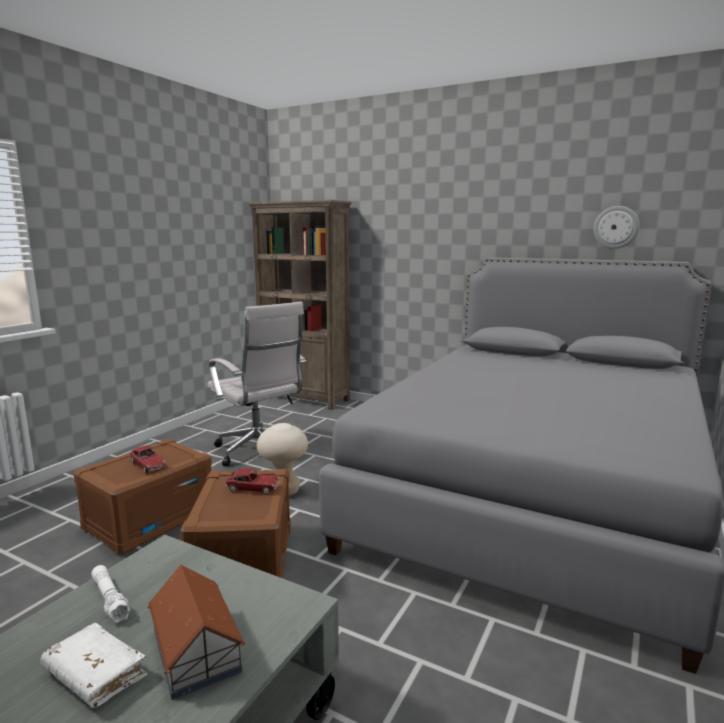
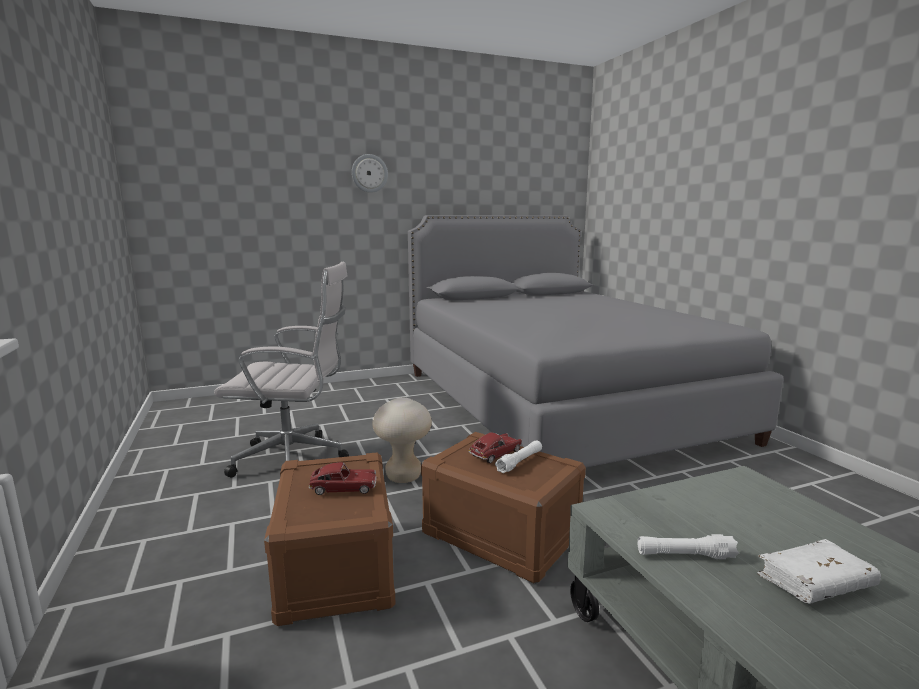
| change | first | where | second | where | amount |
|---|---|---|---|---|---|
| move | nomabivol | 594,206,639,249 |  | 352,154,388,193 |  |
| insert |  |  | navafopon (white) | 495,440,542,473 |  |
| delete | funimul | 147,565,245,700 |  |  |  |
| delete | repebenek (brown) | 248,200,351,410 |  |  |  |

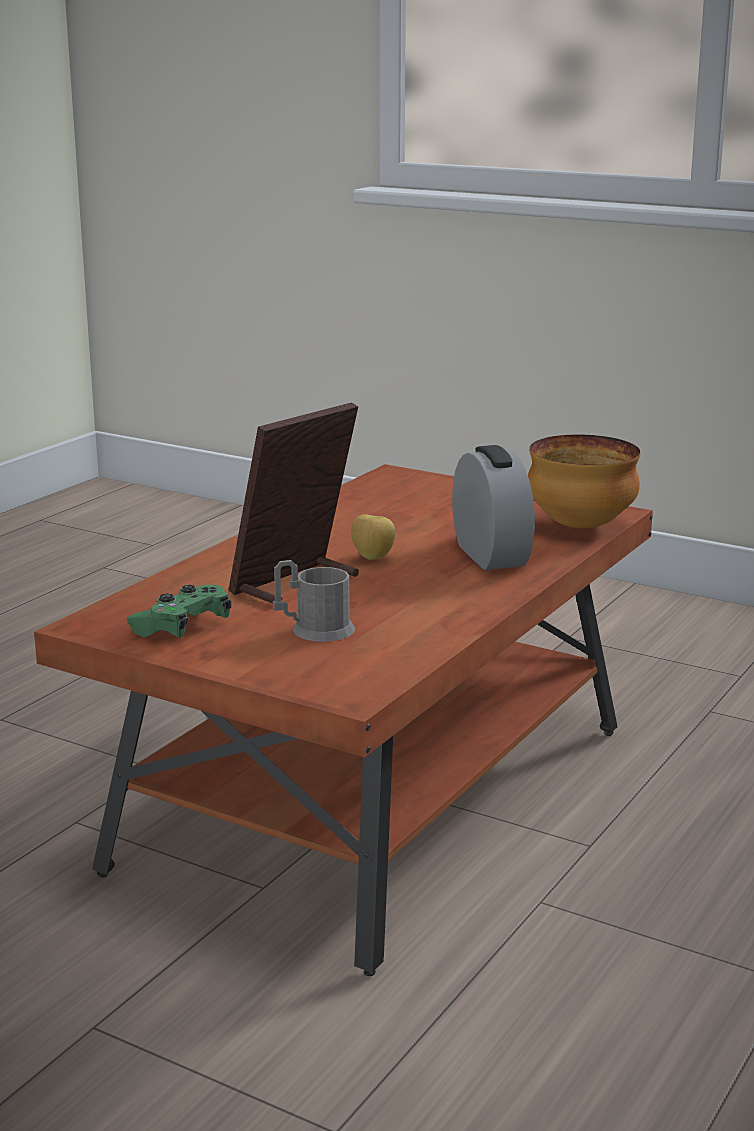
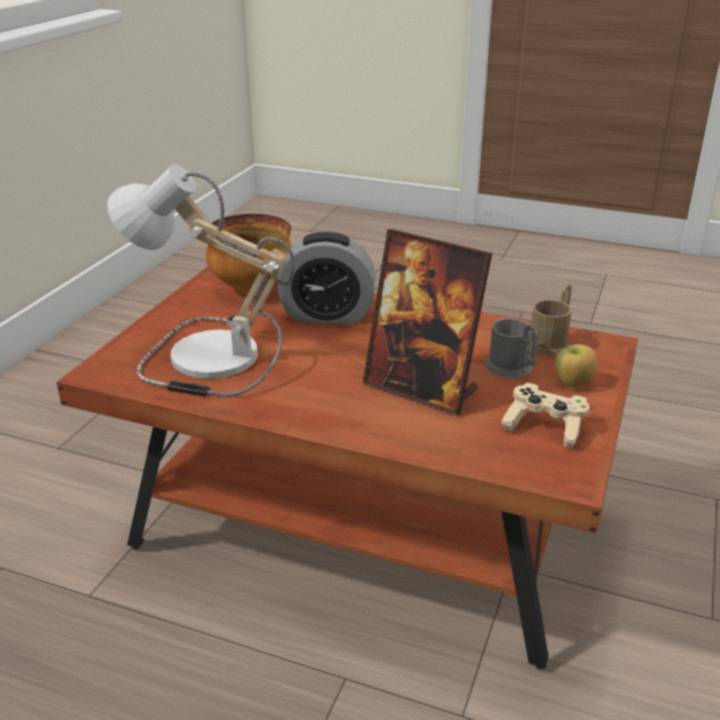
| change | first | where | second | where | amount |
|---|---|---|---|---|---|
| insert |  |  | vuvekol | 107,164,295,397 |  |
| rotate | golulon | 452,445,535,570 |  | 278,232,375,324 | 150 degrees counterclockwise |
| recolor | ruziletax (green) | 127,585,231,638 | ruziletax (beige) | 501,383,590,449 |  |
| insert |  |  | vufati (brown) | 530,284,572,357 |  |
| move | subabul | 351,515,395,560 |  | 555,344,598,388 |  |

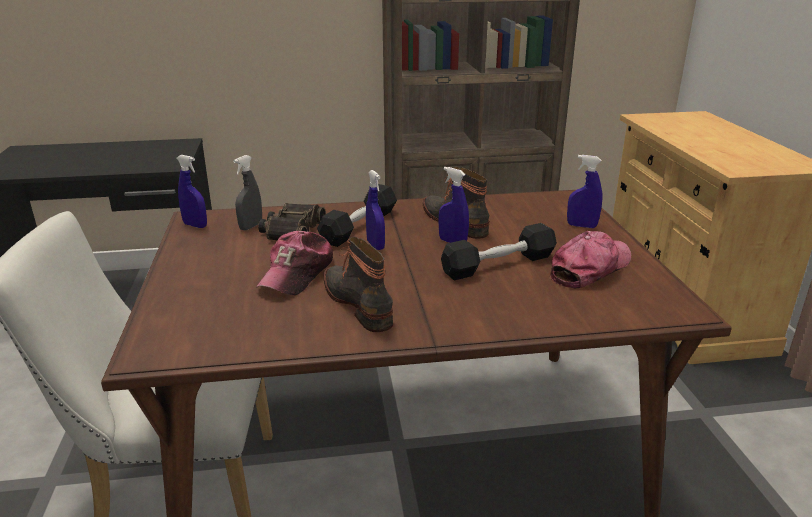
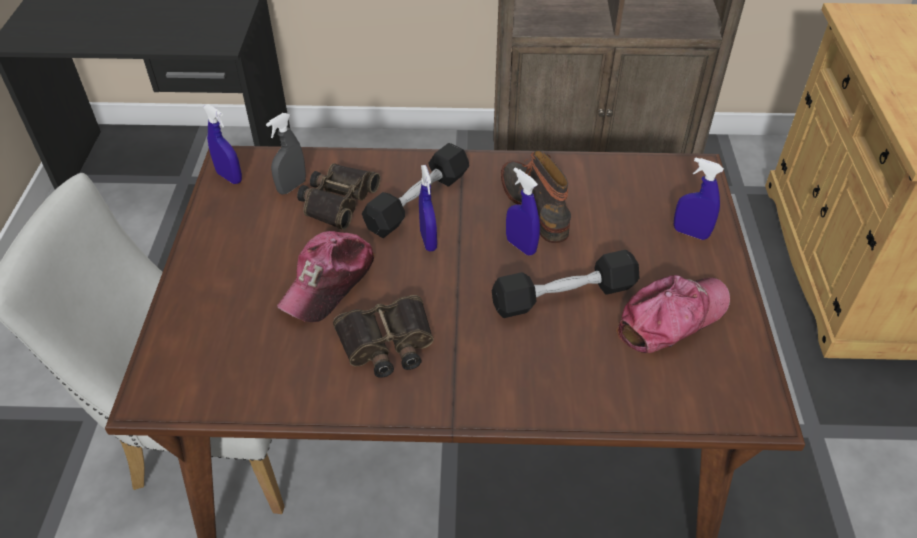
| change | first | where | second | where | amount |
|---|---|---|---|---|---|
| replace | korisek | 323,237,393,332 | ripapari | 333,295,434,378 |  |

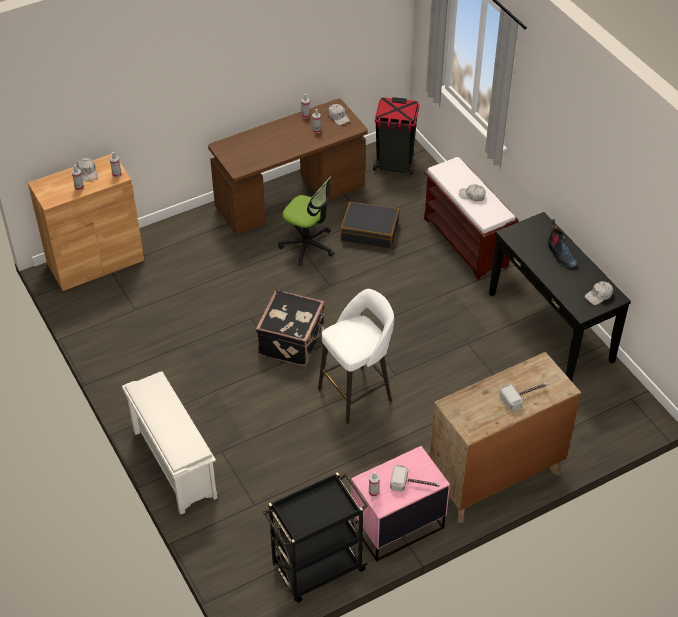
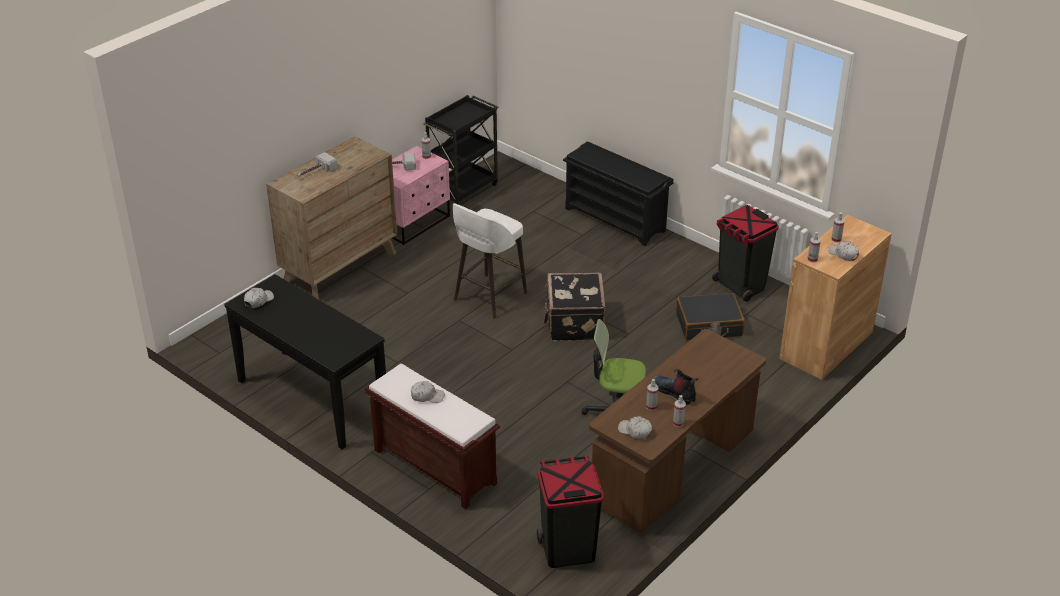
| change | first | where | second | where | amount |
|---|---|---|---|---|---|
| recolor | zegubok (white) | 122,372,218,515 | zegubok (black) | 563,141,673,246 |  |
| move | korisek | 548,219,578,268 |  | 653,369,699,405 |  |
| move | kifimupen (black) | 340,202,400,248 |  | 676,293,745,340 |  |
| insert |  |  | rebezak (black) | 712,205,779,302 |  |

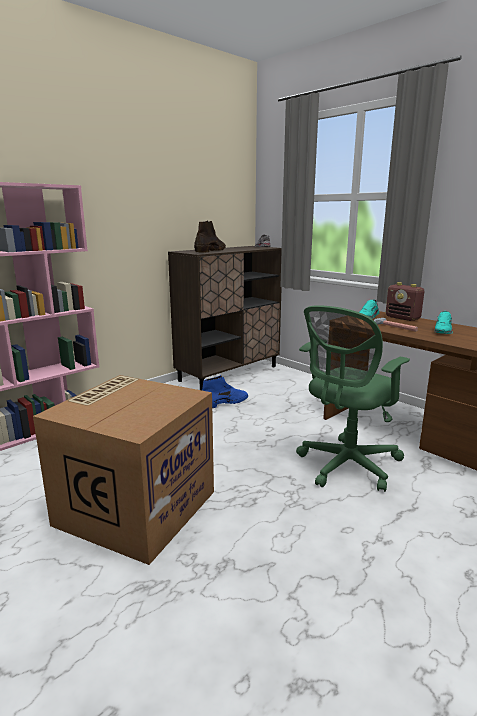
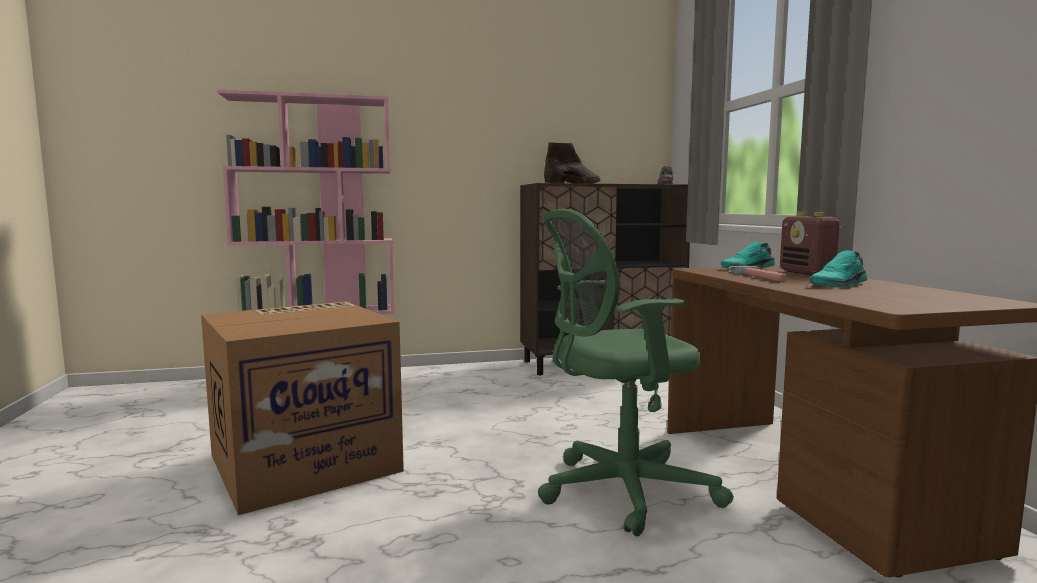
| change | first | where | second | where | amount |
|---|---|---|---|---|---|
| delete | korisek (blue) | 202,375,248,408 |  |  |  |

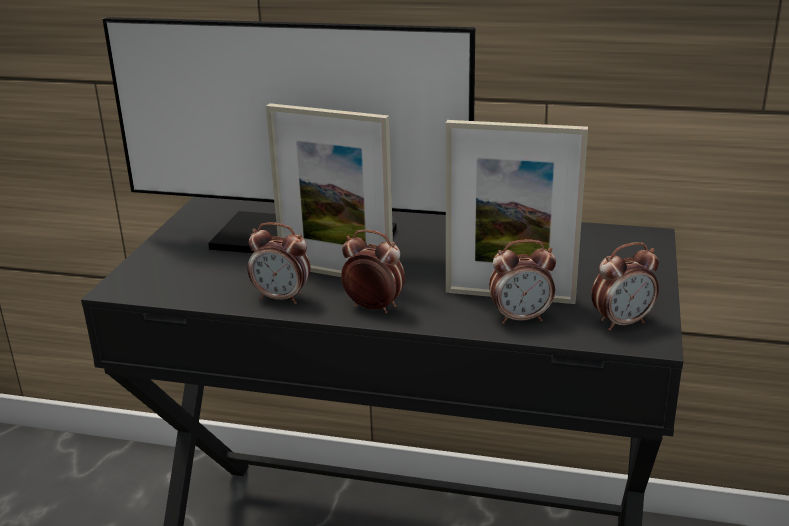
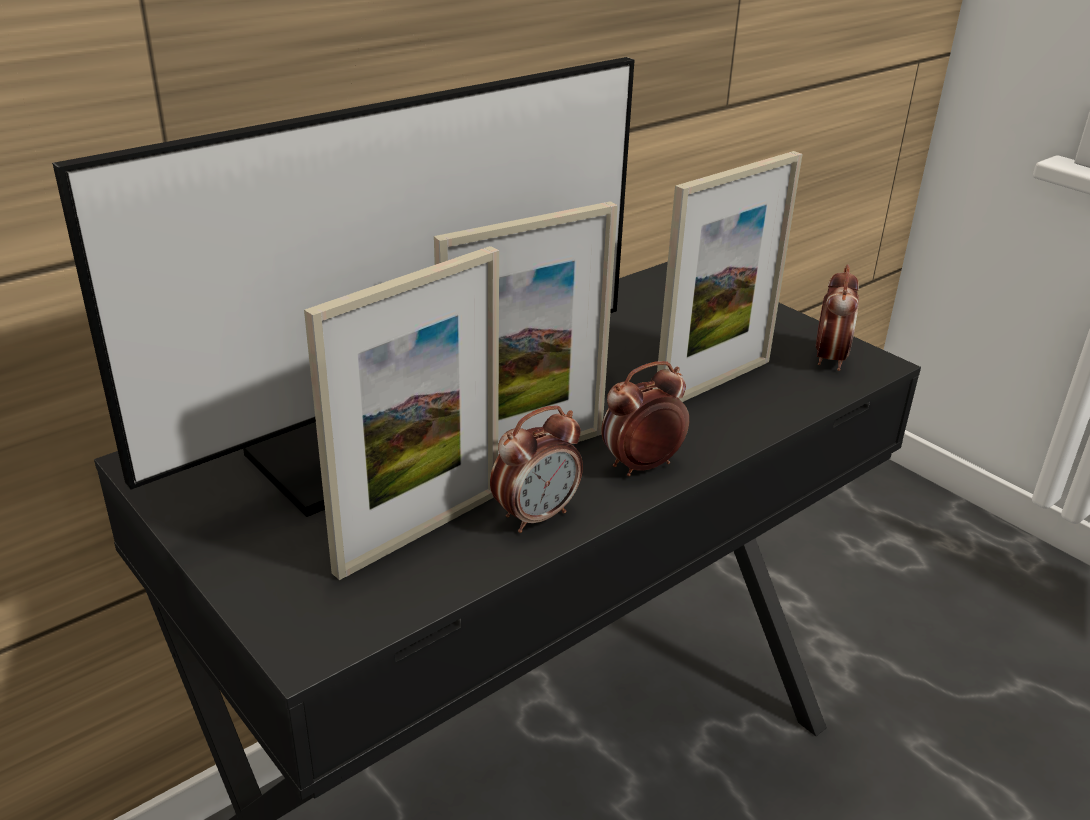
| change | first | where | second | where | amount |
|---|---|---|---|---|---|
| insert |  |  | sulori | 304,246,499,580 |  |
| delete | golulon | 489,239,556,324 |  |  |  |

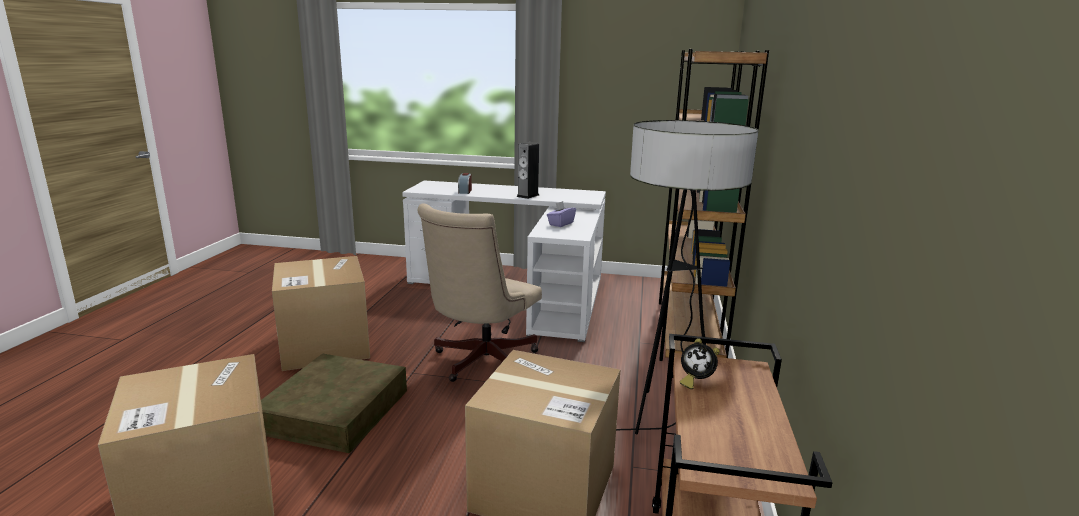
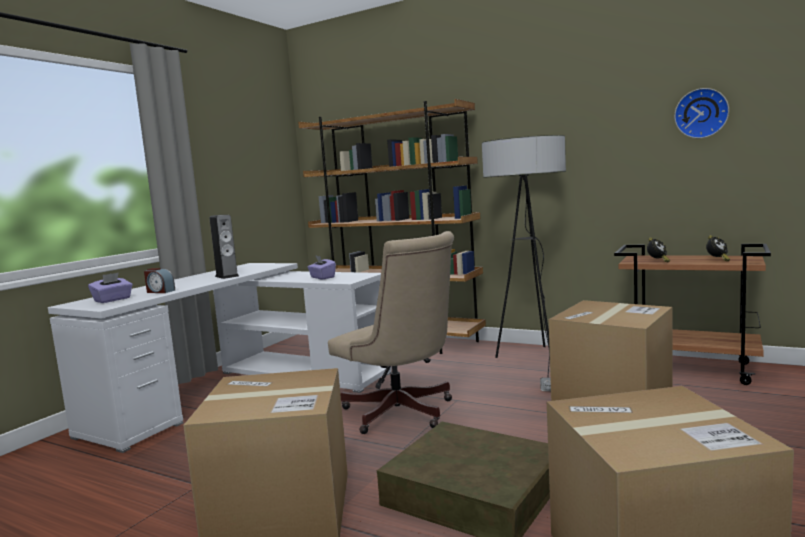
| change | first | where | second | where | amount |
|---|---|---|---|---|---|
| insert |  |  | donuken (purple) | 88,272,133,303 |  |
| insert |  |  | nomabivol | 674,88,729,138 |  |
| insert |  |  | golulon | 706,235,730,261 |  |

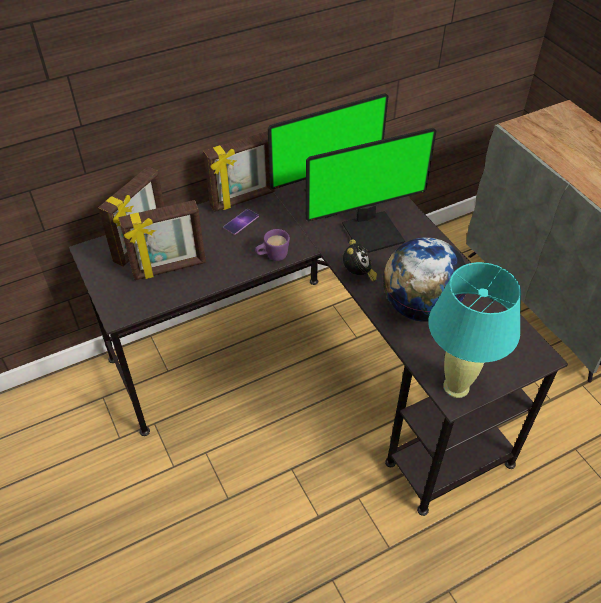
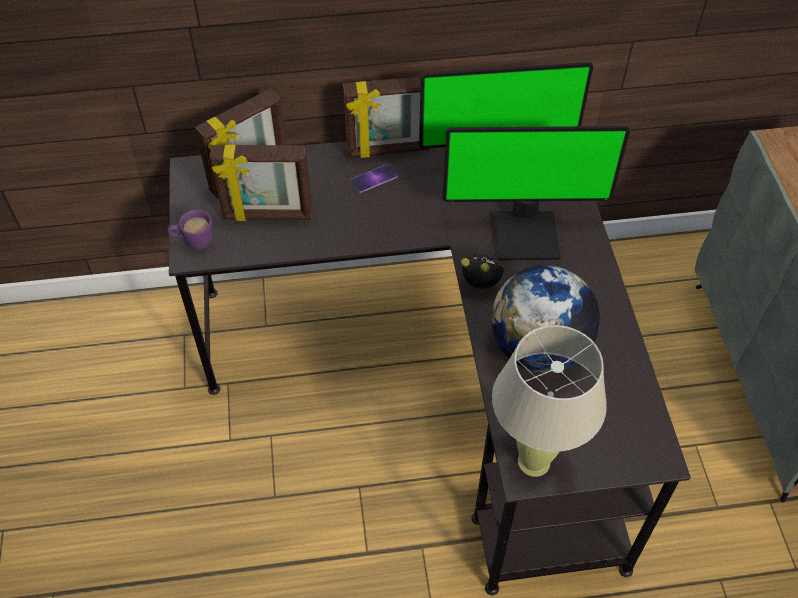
| change | first | where | second | where | amount |
|---|---|---|---|---|---|
| move | vufati (purple) | 255,229,290,261 |  | 168,210,212,250 |  |
| rotate | golulon | 343,239,377,282 |  | 461,254,504,289 | 90 degrees counterclockwise |
| recolor | vuvekol (turquoise) | 428,262,521,398 | vuvekol (beige) | 492,325,607,477 |  |

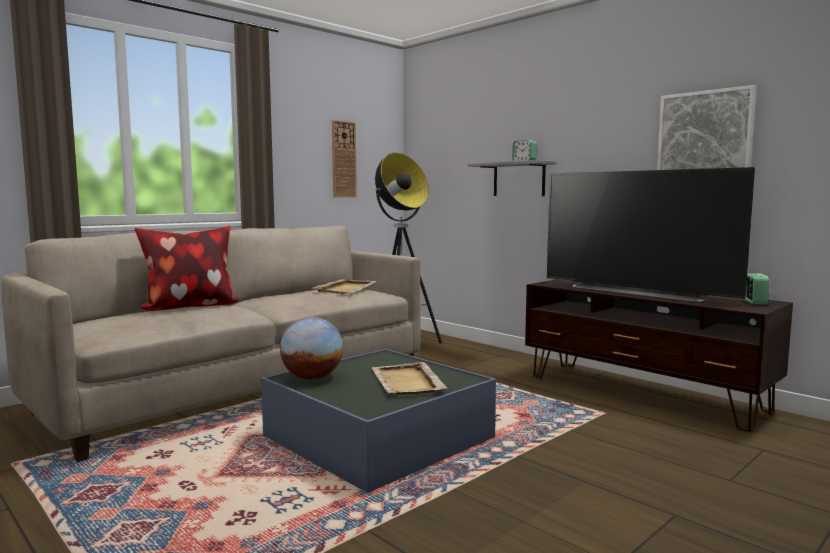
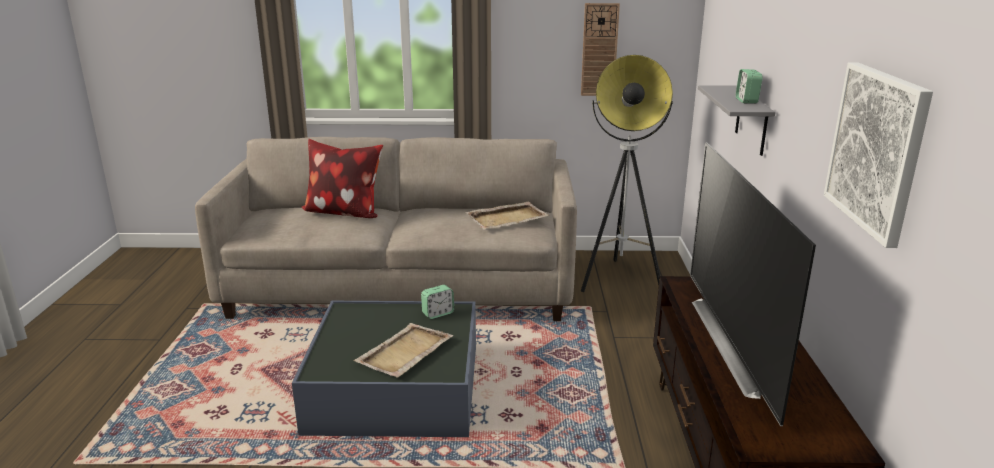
| change | first | where | second | where | amount |
|---|---|---|---|---|---|
| move | golulon | 745,273,769,304 |  | 421,285,454,319 |  |
| delete | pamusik | 280,317,343,380 |  |  |  |

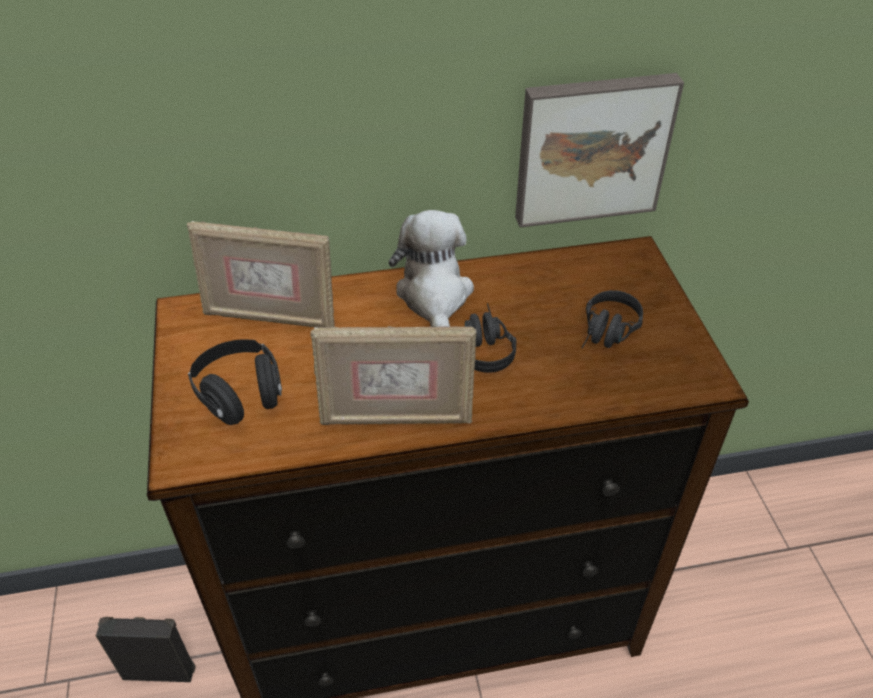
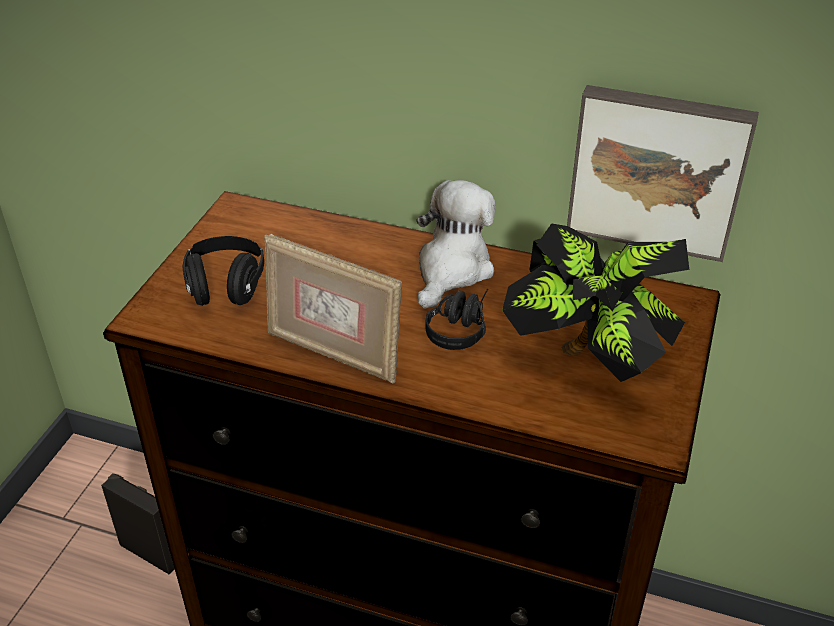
| change | first | where | second | where | amount |
|---|---|---|---|---|---|
| replace | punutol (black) | 581,290,643,348 | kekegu | 502,223,689,382 |  |
| delete | sulori | 187,221,335,328 |  |  |  |

